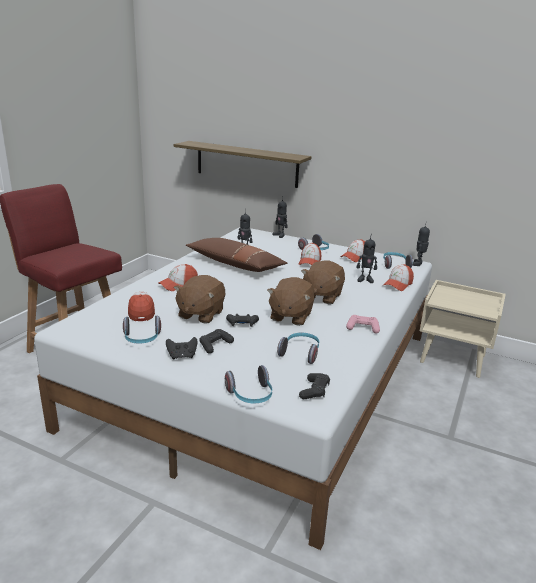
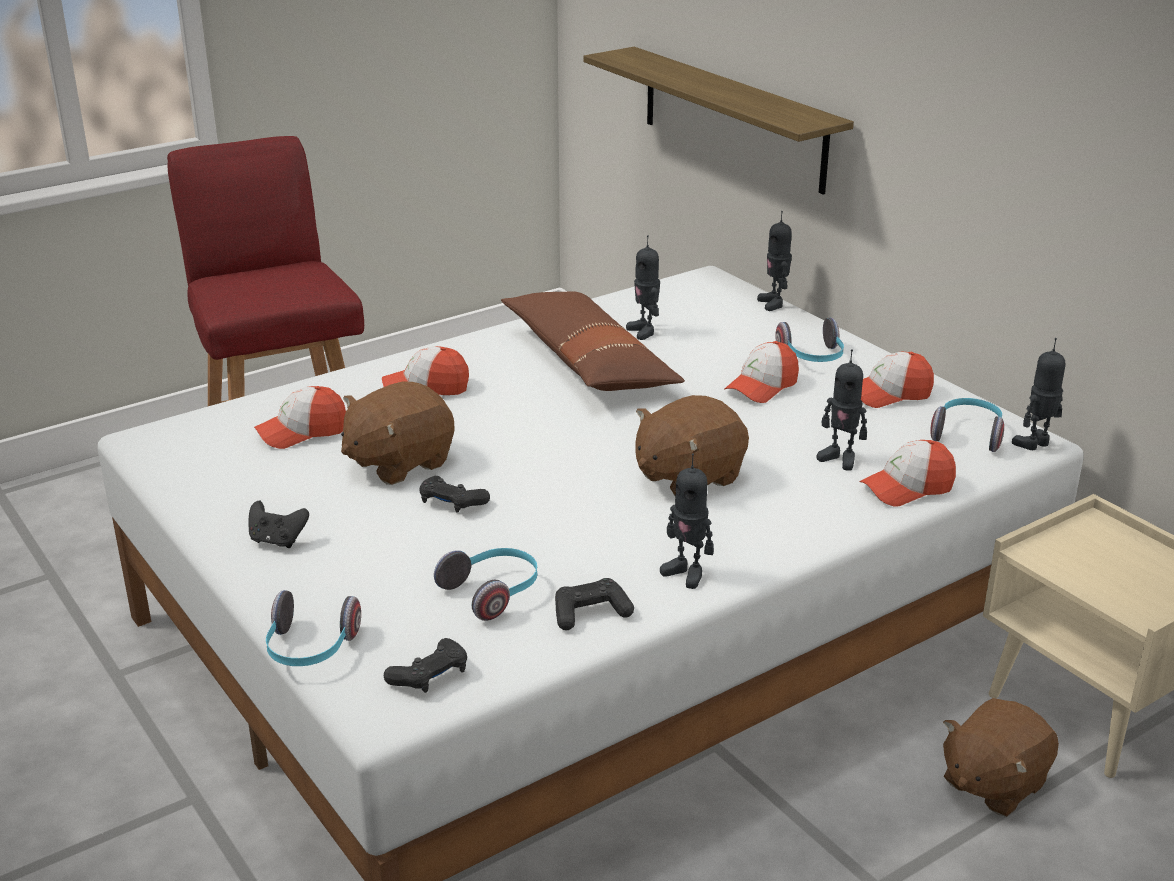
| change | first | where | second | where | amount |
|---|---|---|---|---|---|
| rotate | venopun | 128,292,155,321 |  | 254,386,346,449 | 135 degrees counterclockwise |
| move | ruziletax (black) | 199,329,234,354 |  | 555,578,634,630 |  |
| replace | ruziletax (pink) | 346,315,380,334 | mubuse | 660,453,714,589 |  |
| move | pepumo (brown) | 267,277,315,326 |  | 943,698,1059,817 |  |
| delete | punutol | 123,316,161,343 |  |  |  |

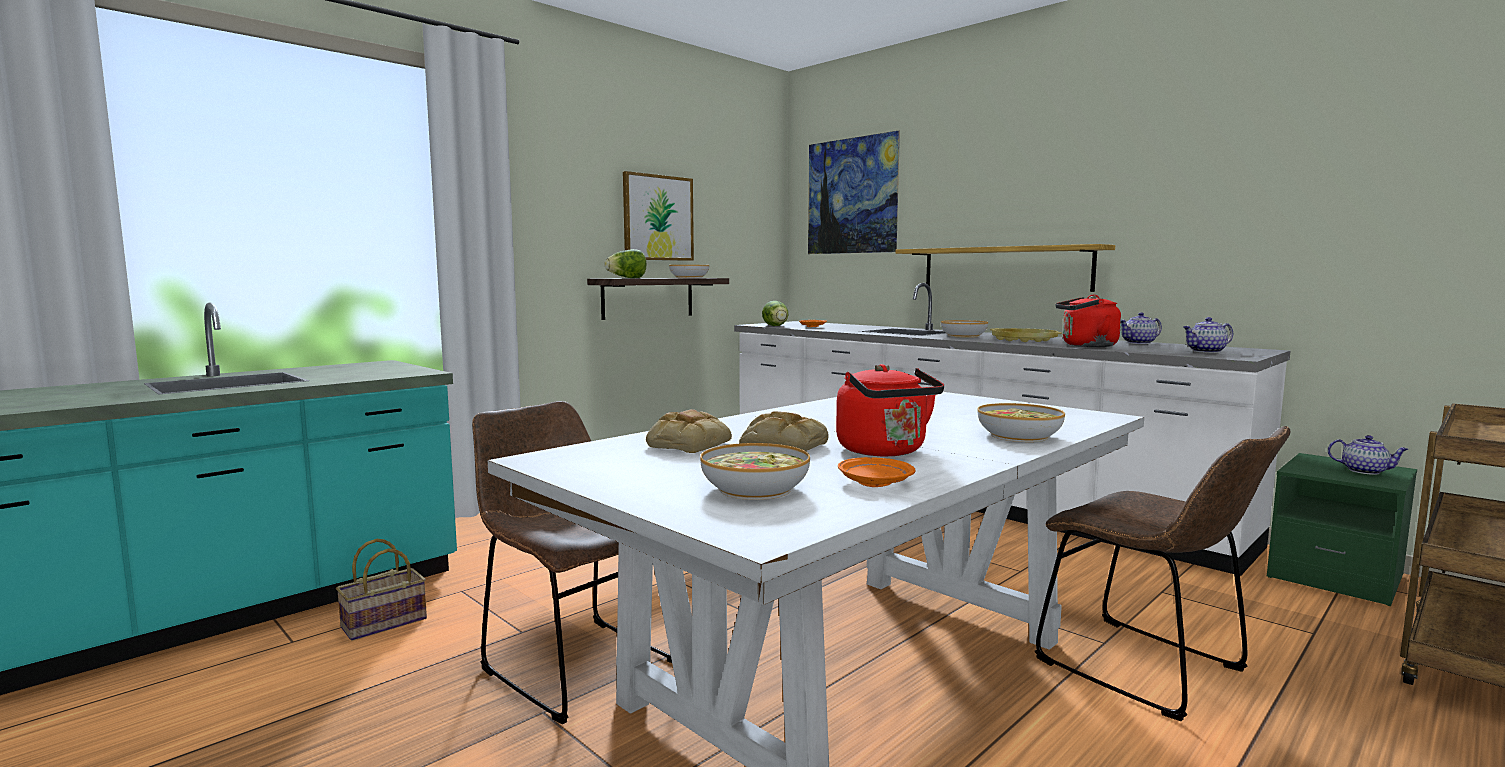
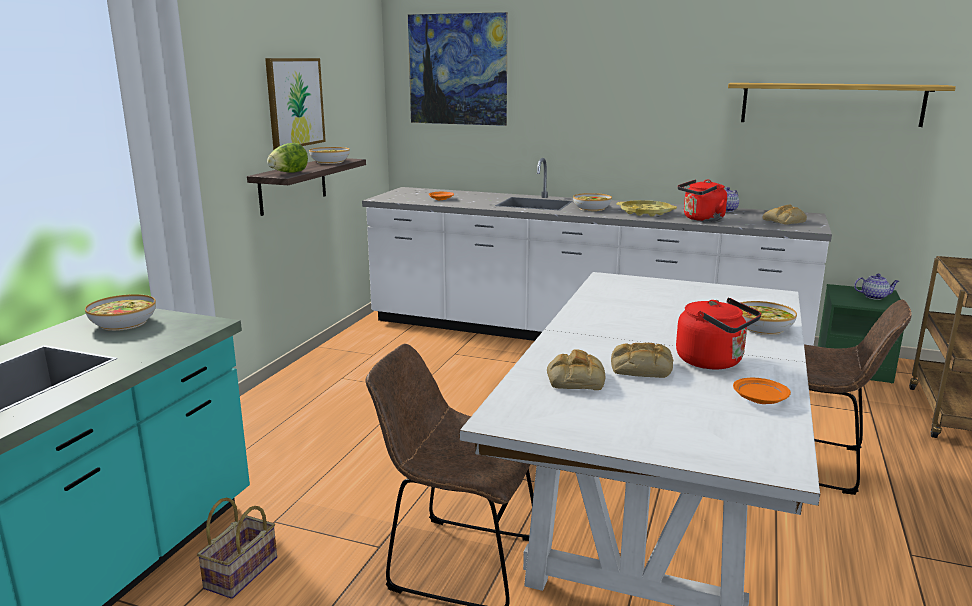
| change | first | where | second | where | amount |
|---|---|---|---|---|---|
| move | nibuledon | 700,443,810,500 |  | 85,294,156,331 |  |
| move | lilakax | 896,244,1115,292 |  | 728,83,956,127 |  |
| replace | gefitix | 1183,317,1233,353 | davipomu | 762,205,807,224 |  |
| delete | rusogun | 762,301,789,326 |  |  |  |

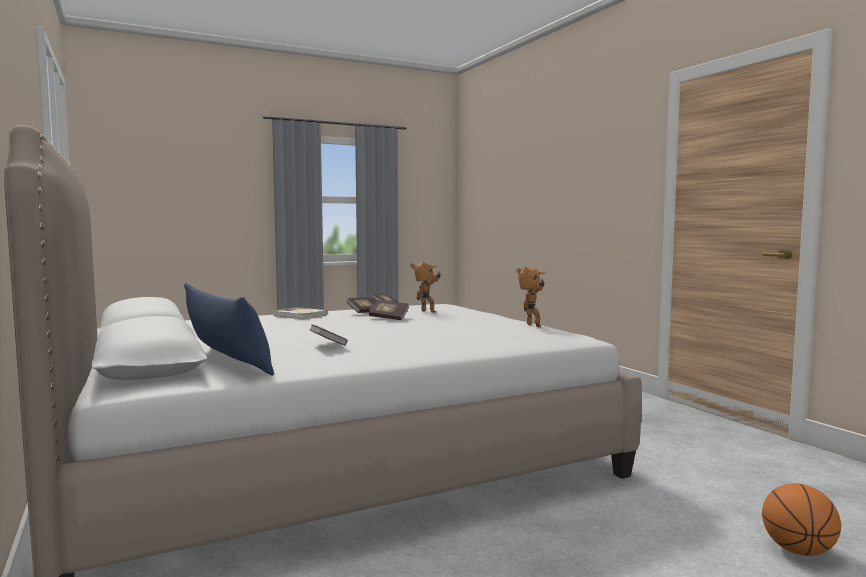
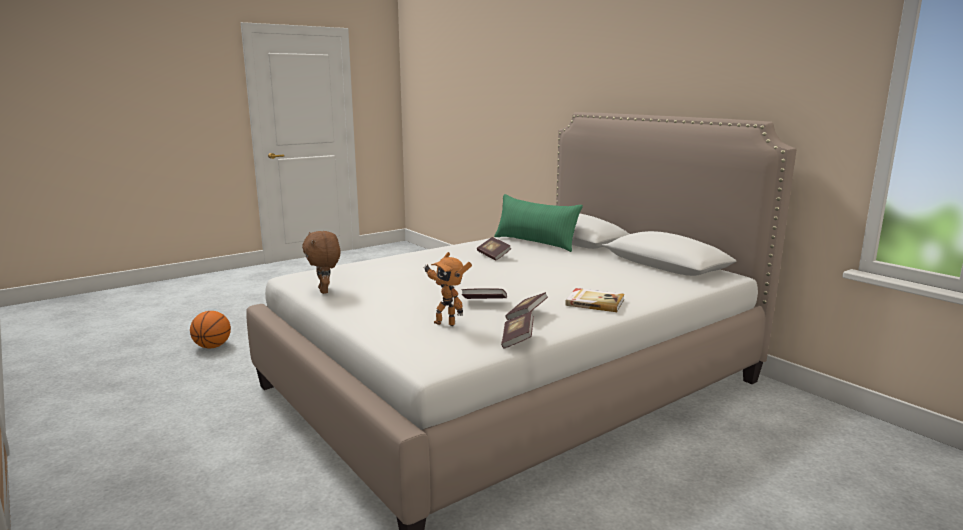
| change | first | where | second | where | amount |
|---|---|---|---|---|---|
| replace | mubuse | 517,267,545,327 | pepumo (brown) | 302,231,340,294 |  |
| recolor | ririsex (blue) | 184,283,274,375 | ririsex (green) | 494,194,583,252 |  |

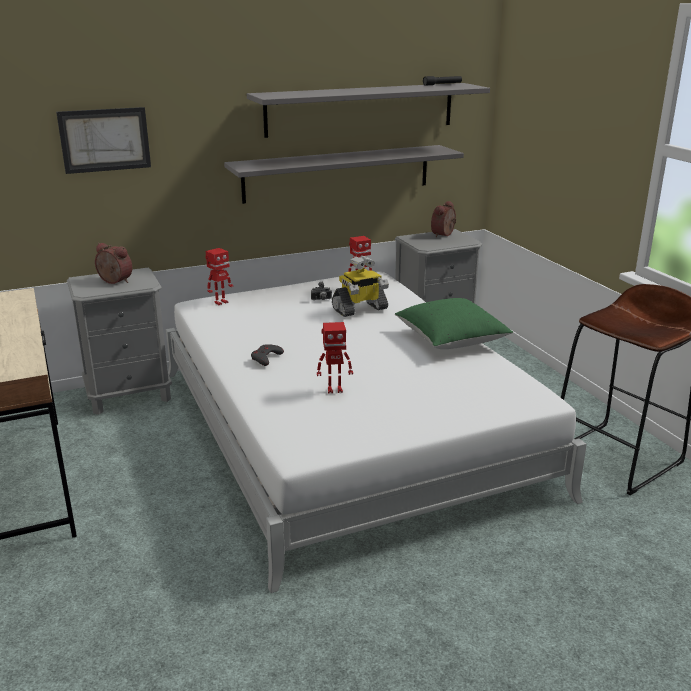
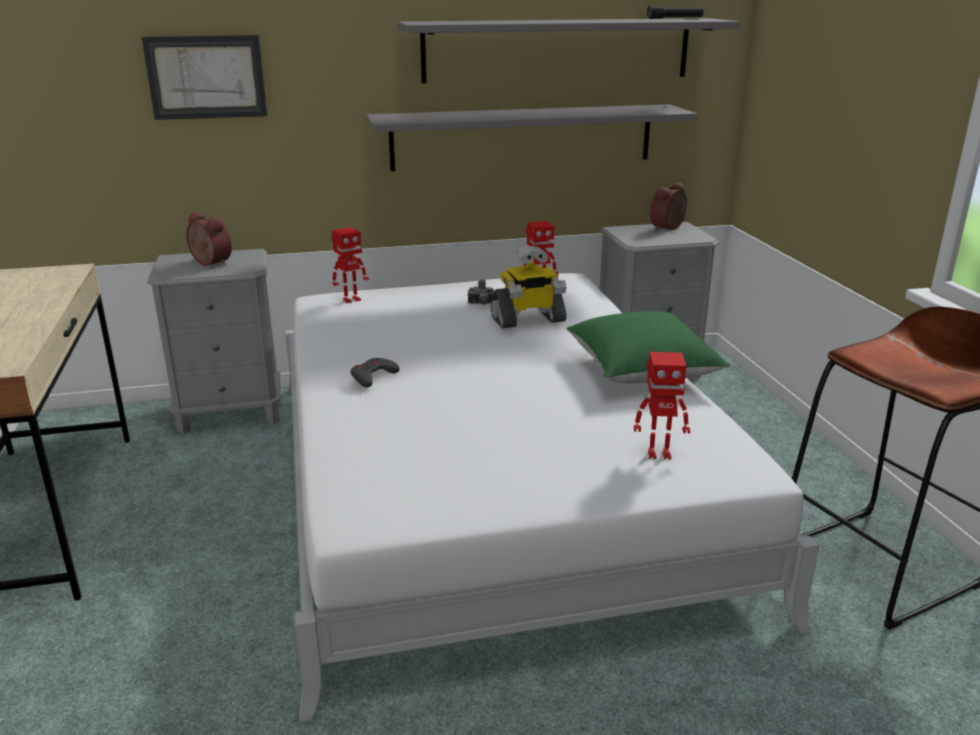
| change | first | where | second | where | amount |
|---|---|---|---|---|---|
| move | mubuse | 317,322,353,393 |  | 634,352,690,460 |  |

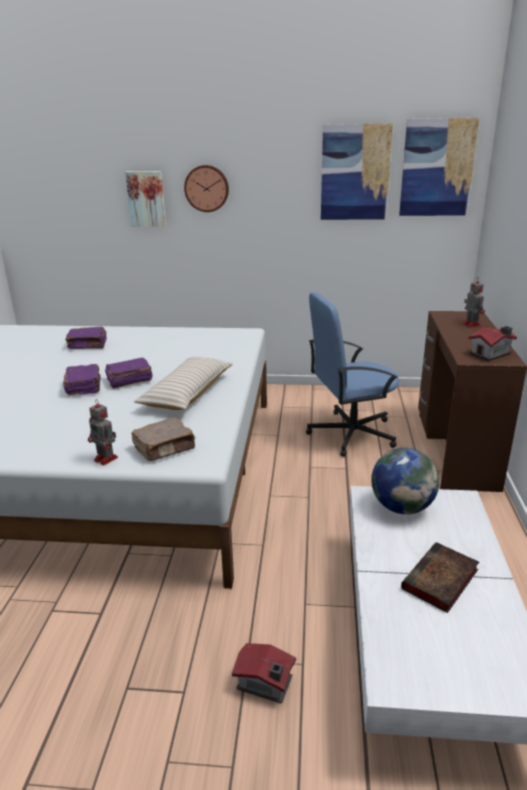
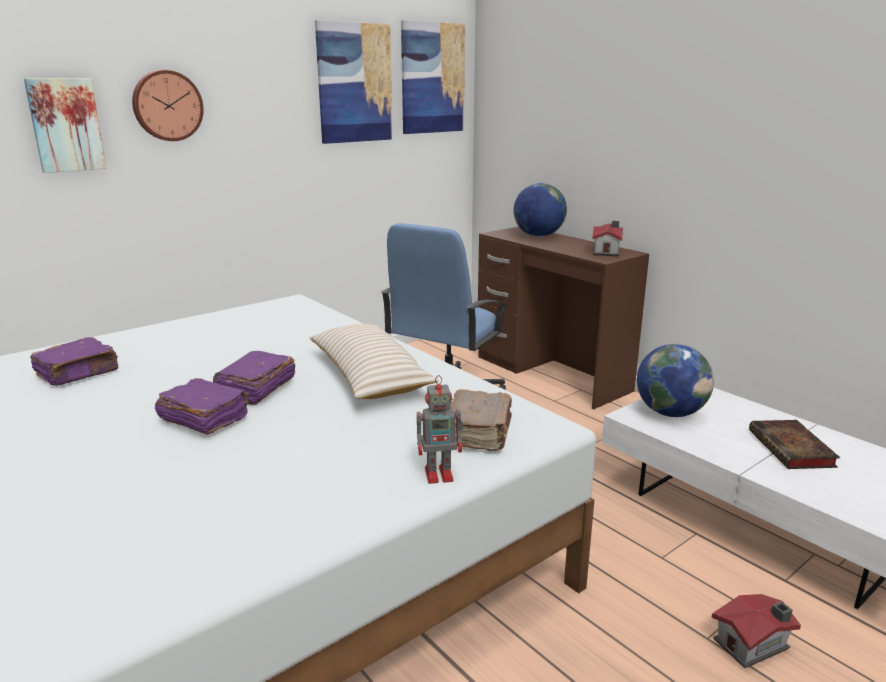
| change | first | where | second | where | amount |
|---|---|---|---|---|---|
| replace | mubuse | 463,277,485,327 | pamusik | 513,183,567,237 |  |

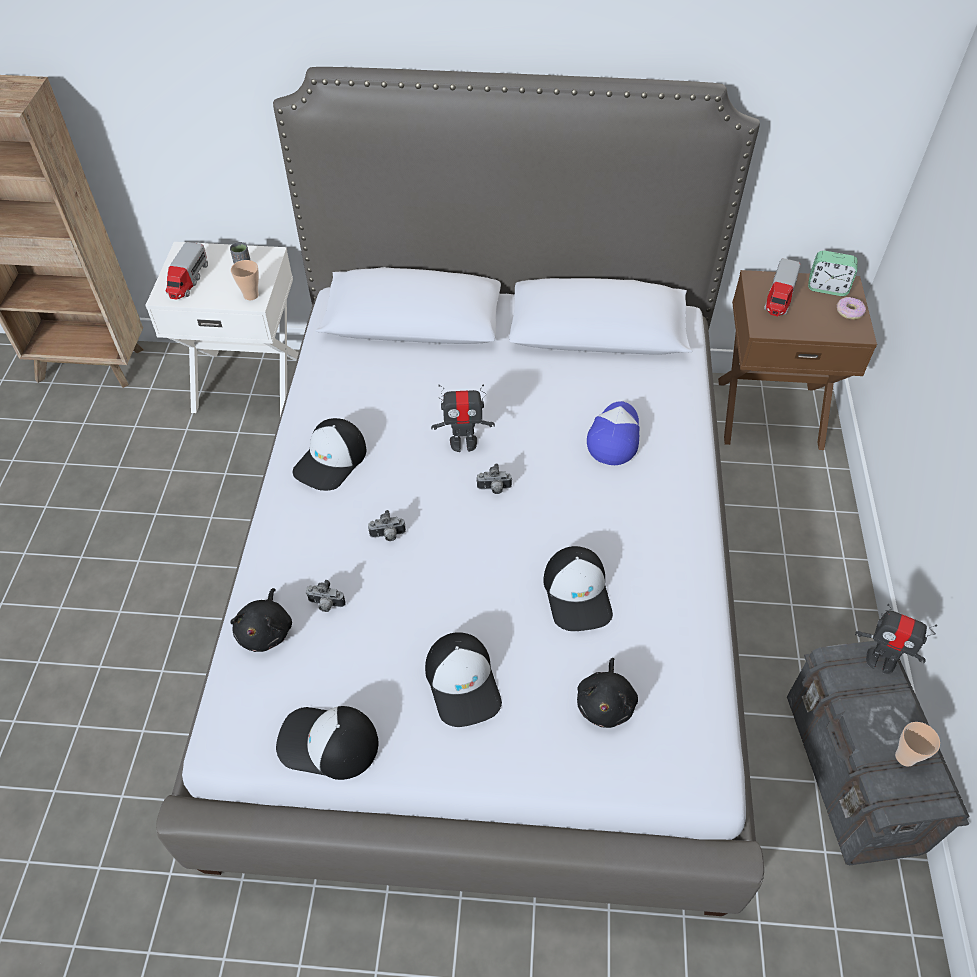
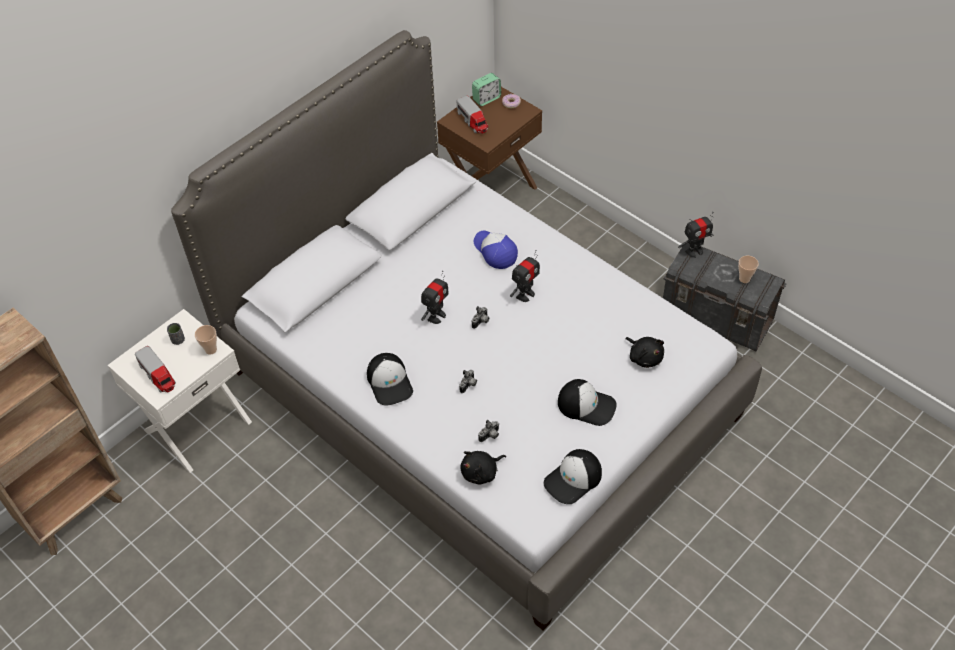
| change | first | where | second | where | amount |
|---|---|---|---|---|---|
| rotate | pepumo (black) | 230,588,292,652 |  | 460,451,506,485 | 105 degrees clockwise |
| insert |  |  | mubuse | 510,250,540,302 |  |
| delete | venopun | 543,546,613,631 |  |  |  |

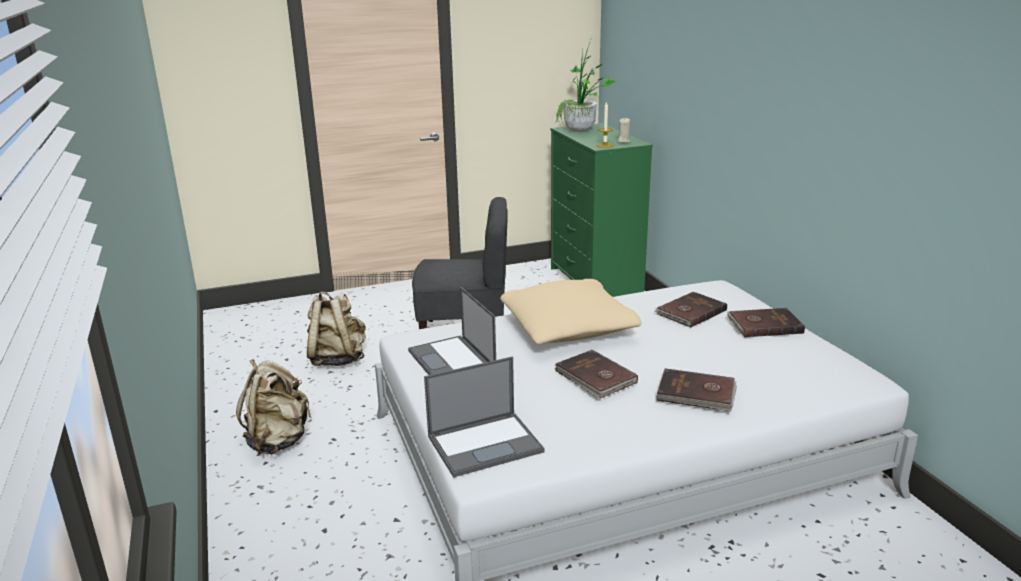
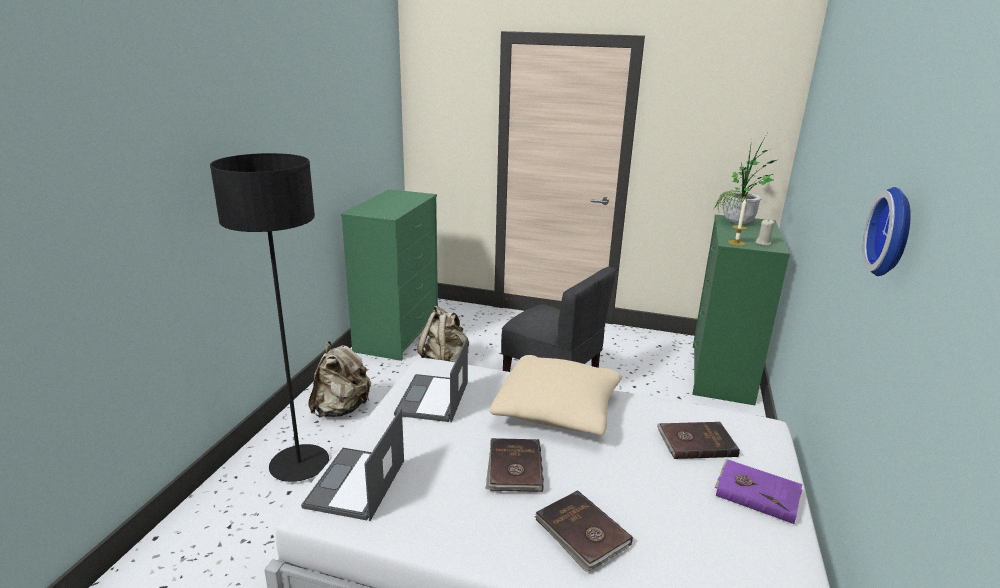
| change | first | where | second | where | amount |
|---|---|---|---|---|---|
| insert |  |  | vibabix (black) | 210,153,329,482 |  |
| rotate | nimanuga | 424,356,544,477 |  | 301,408,404,521 | 90 degrees clockwise |
| insert |  |  | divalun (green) | 341,189,438,361 |  |
| recolor | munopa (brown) | 727,308,805,337 | munopa (purple) | 715,459,802,524 |  |
| insert |  |  | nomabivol | 863,187,911,276 |  |

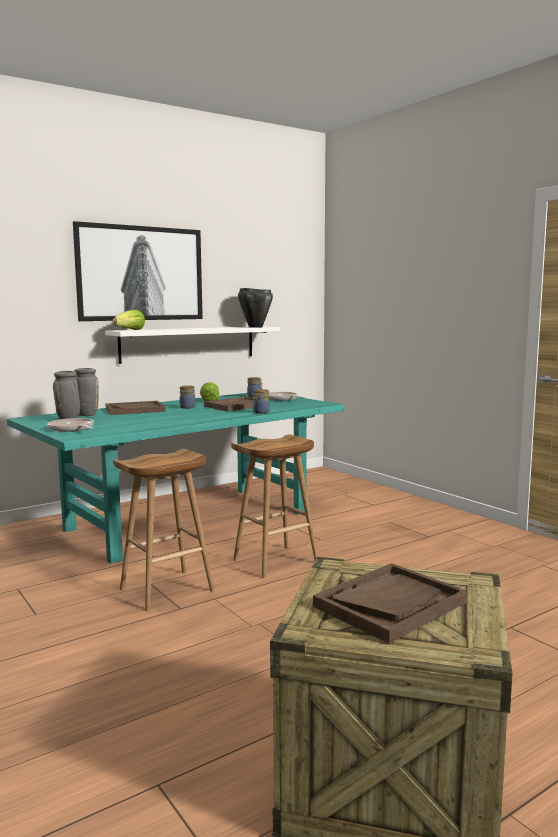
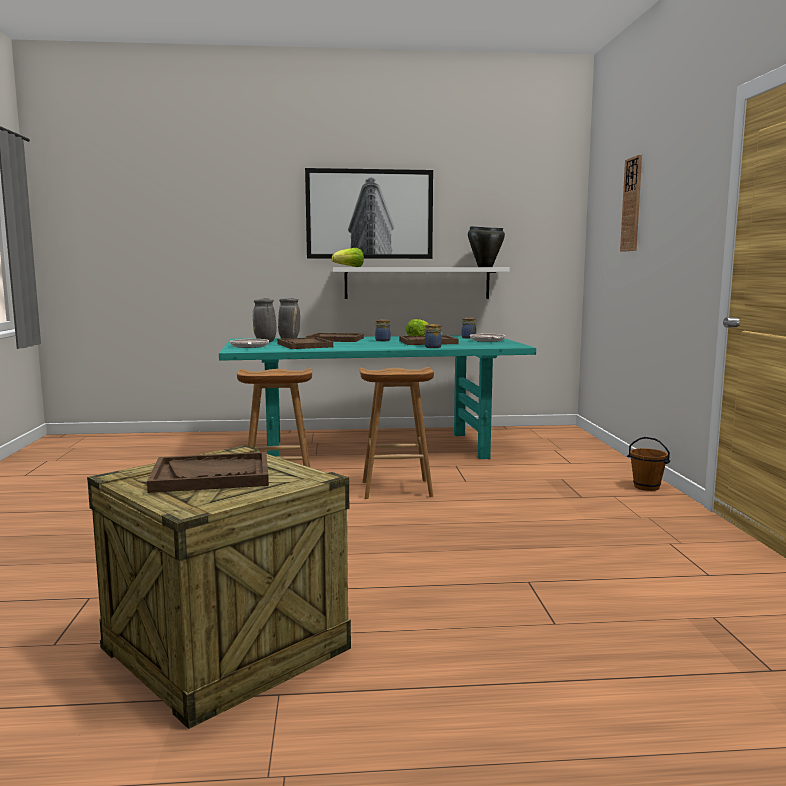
| change | first | where | second | where | amount |
|---|---|---|---|---|---|
| insert |  |  | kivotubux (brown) | 277,337,333,349 |  |
| insert |  |  | nomabivol | 620,155,642,252 |  |
| insert |  |  | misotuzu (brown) | 627,437,670,491 |  |

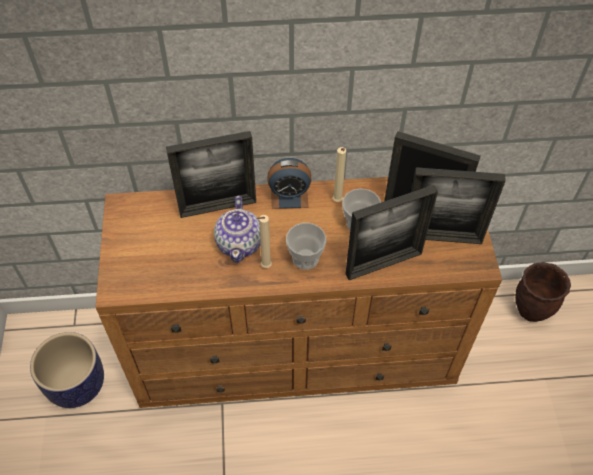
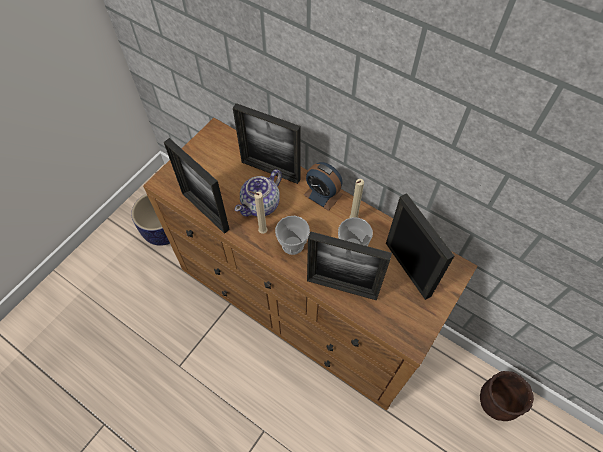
| change | first | where | second | where | amount |
|---|---|---|---|---|---|
| move | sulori | 411,167,506,244 |  | 164,138,230,234 |  |

